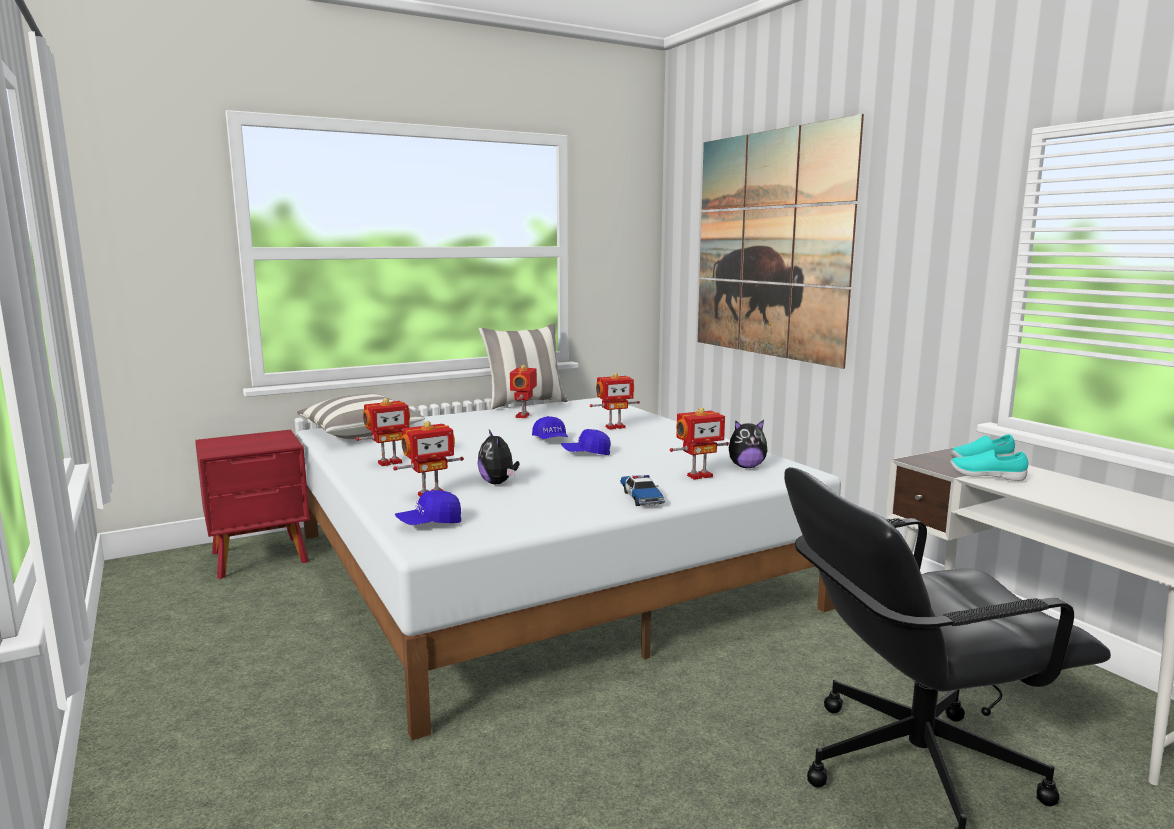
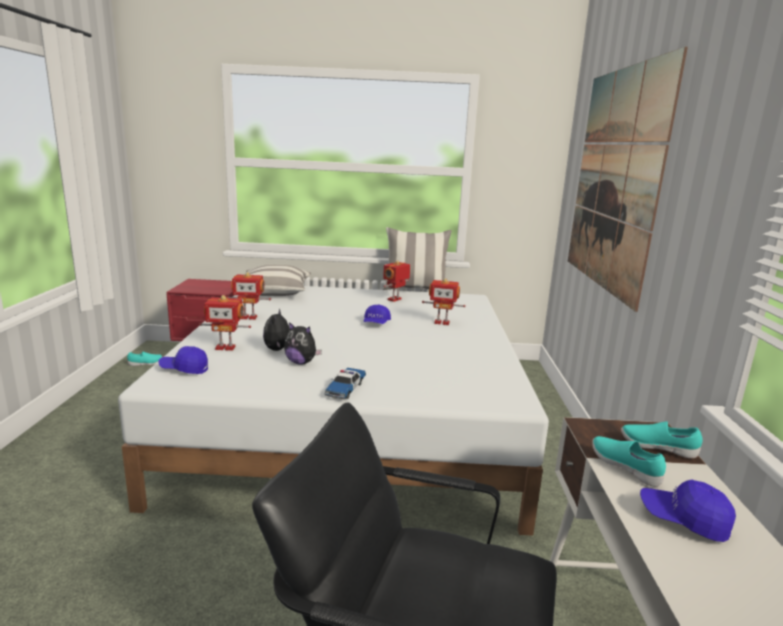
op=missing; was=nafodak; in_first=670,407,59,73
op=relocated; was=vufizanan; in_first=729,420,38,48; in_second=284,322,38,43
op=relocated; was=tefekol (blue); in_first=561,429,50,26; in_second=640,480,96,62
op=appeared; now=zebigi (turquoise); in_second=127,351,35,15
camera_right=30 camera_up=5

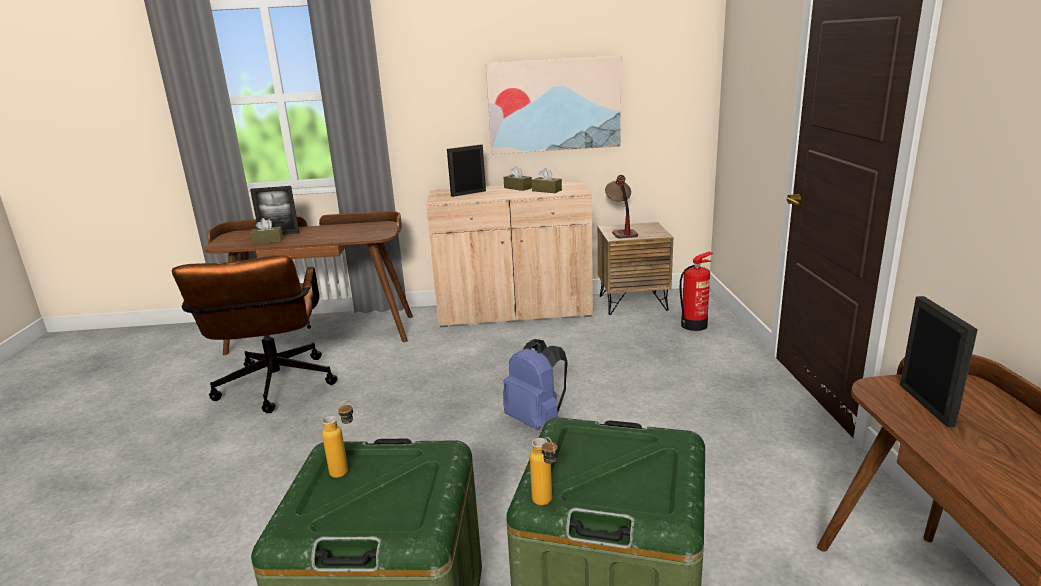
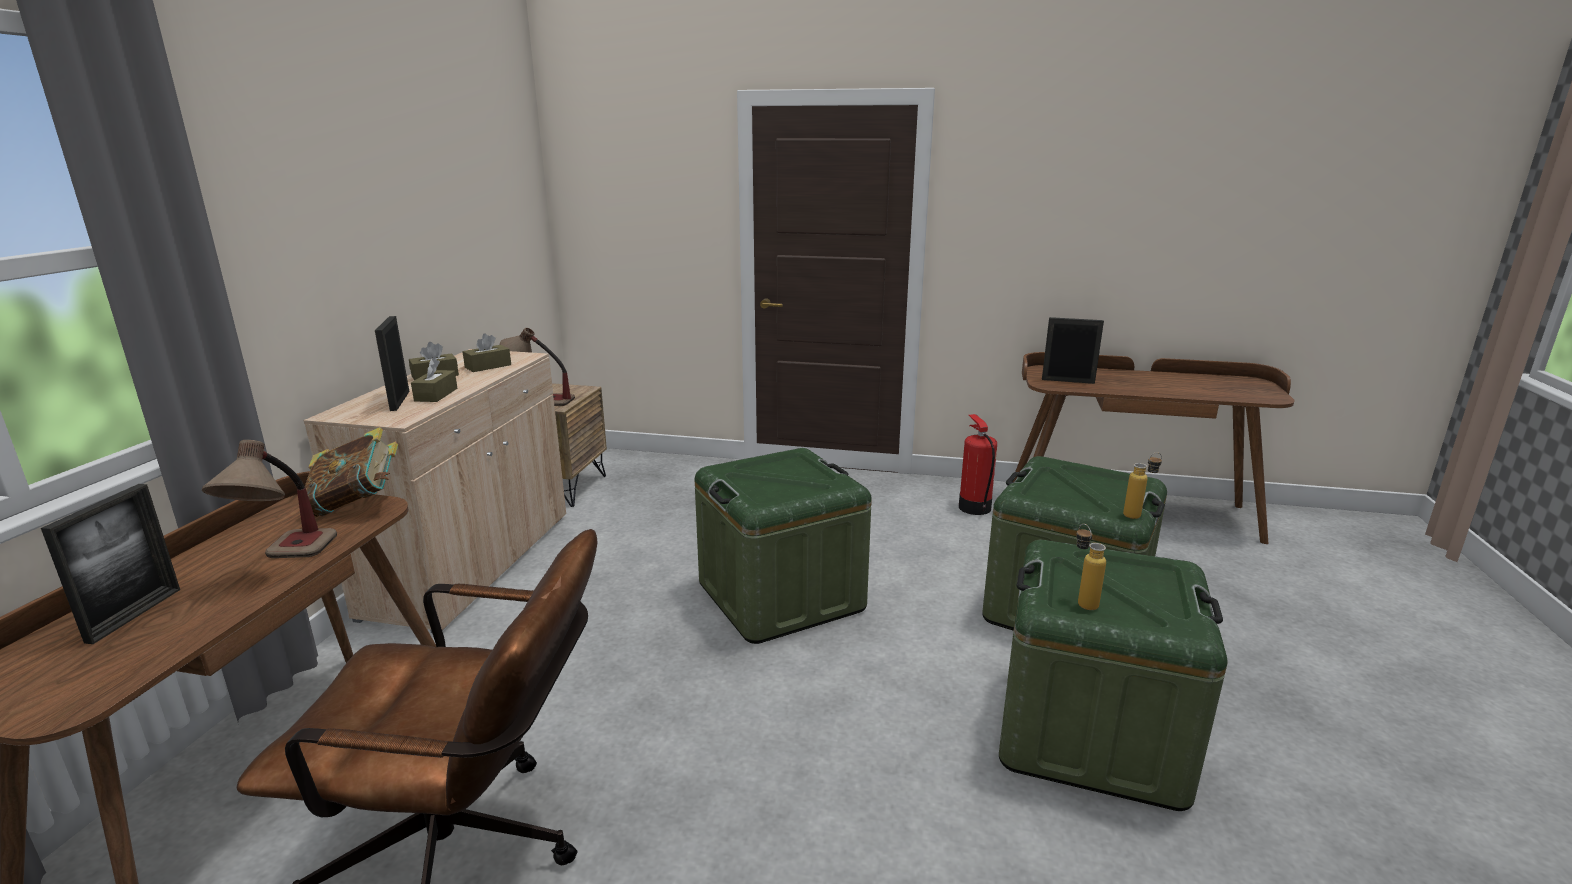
op=missing; was=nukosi; in_first=486,56,135,98
op=relocated; was=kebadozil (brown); in_first=249,218,34,27; in_second=411,358,46,44
op=relocated; was=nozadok; in_first=680,252,33,79; in_second=959,414,38,101
op=exchanged; was=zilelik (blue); now=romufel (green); in_first=503,339,65,91; in_second=695,448,177,196
op=appeared; now=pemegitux; in_second=305,427,93,90
op=appeared; now=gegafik; in_second=202,440,135,118
camera_right=-75 camera_up=0

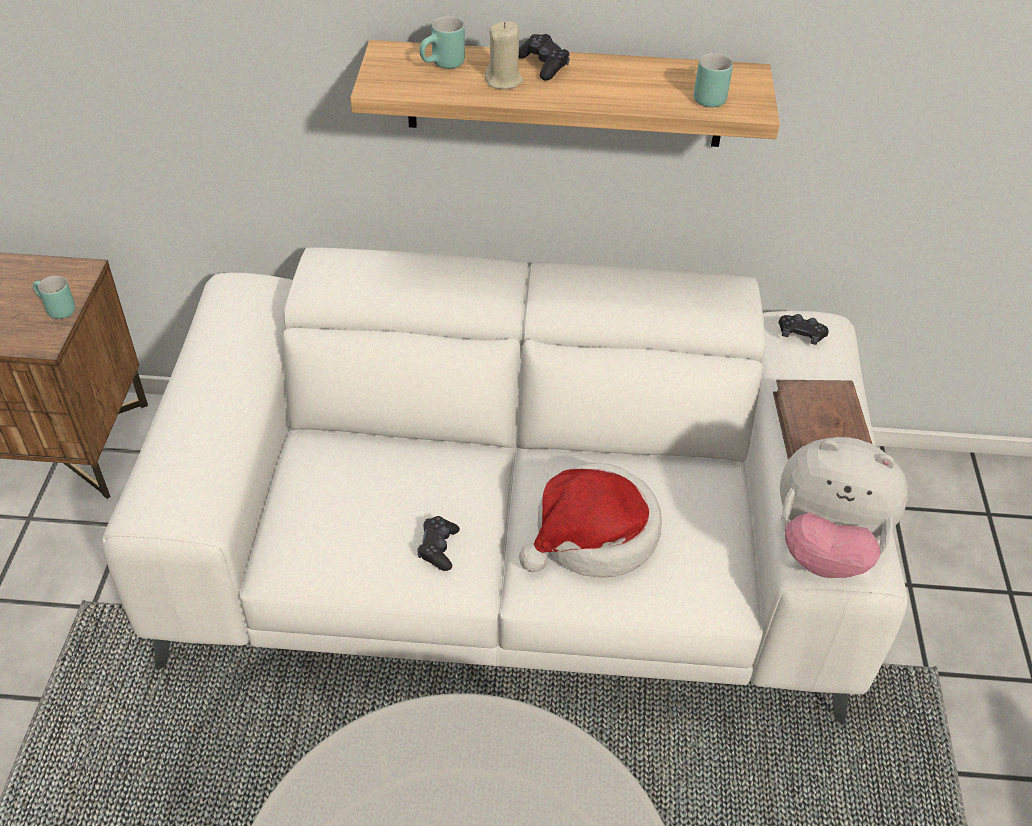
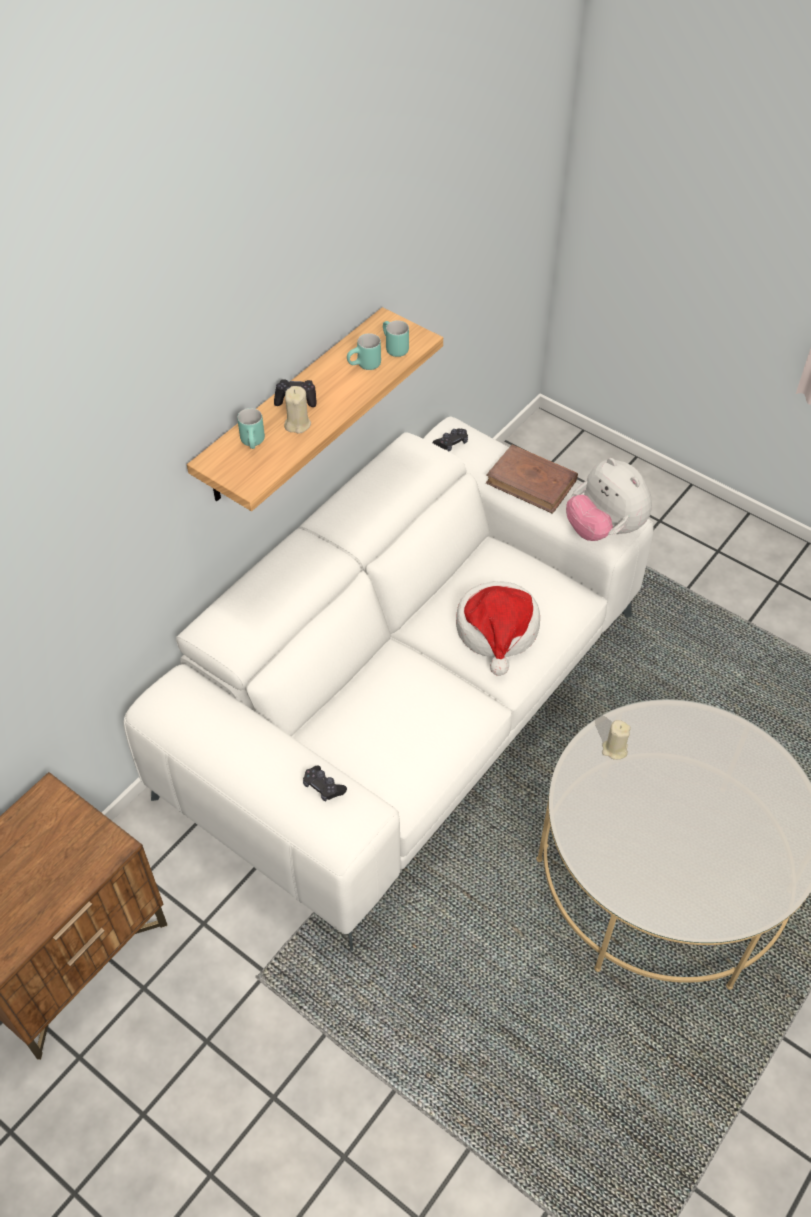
op=relocated; was=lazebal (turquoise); in_first=33,276,43,43; in_second=347,333,34,37
op=spun; was=vufizanan; in_first=780,437,128,141; in_second=566,458,86,83; clockwise=90
op=relocated; was=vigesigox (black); in_first=417,516,43,55; in_second=303,765,44,37
op=appeared; now=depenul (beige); in_second=602,720,29,40
camera_right=-55 camera_up=5

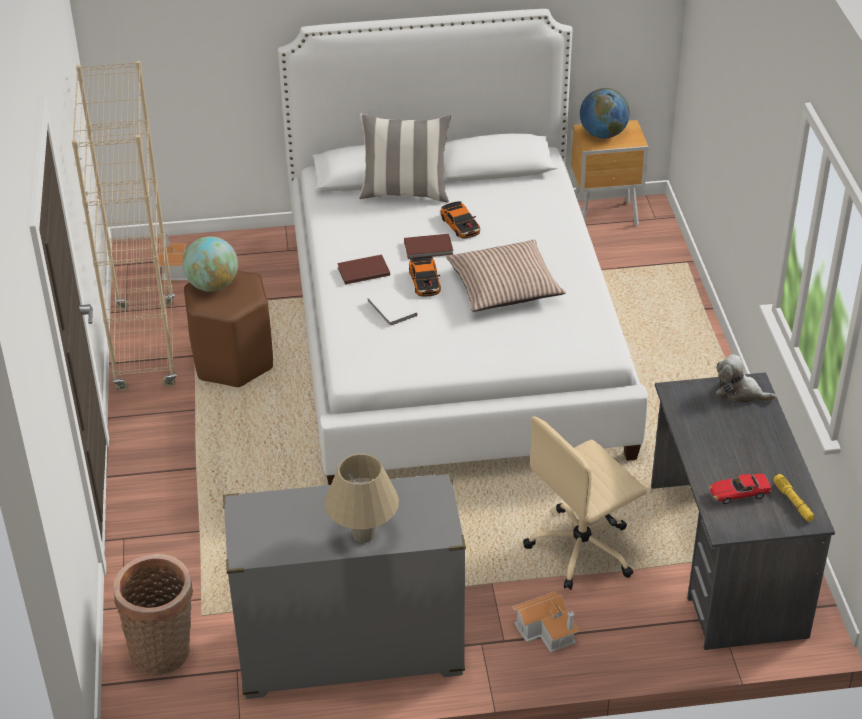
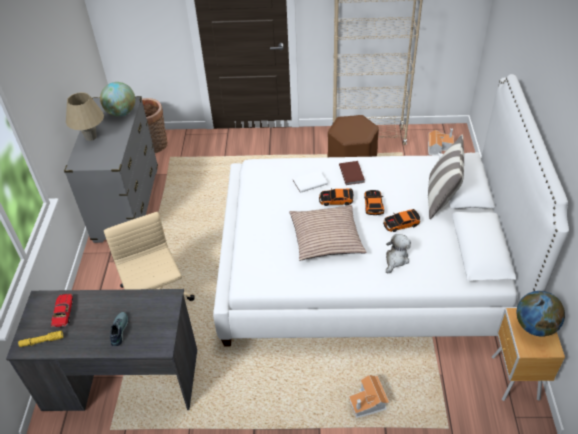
op=exchanged; was=pemegitux (brown); now=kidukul; in_first=404,234,49,25; in_second=364,190,20,25
op=relocated; was=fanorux; in_first=183,236,55,56; in_second=100,82,35,35
op=relocated; was=vufizanan; in_first=716,354,60,49; in_second=386,234,25,40
op=relocated; was=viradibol; in_first=512,591,68,62; in_second=349,375,41,43
op=appeared; now=zebigi; in_second=110,312,18,34
camera_right=100 camera_up=5

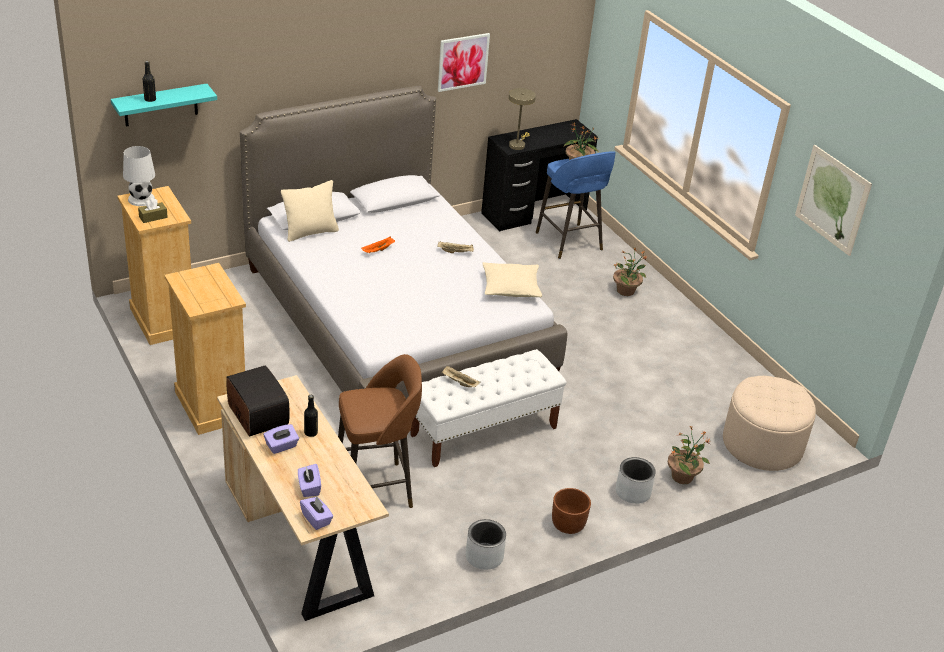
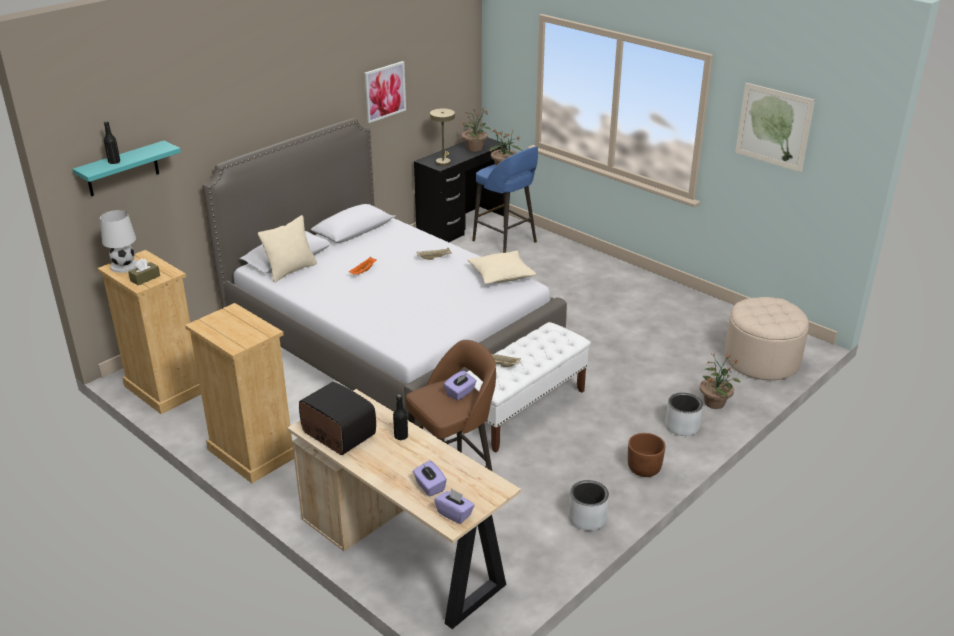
op=relocated; was=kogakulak; in_first=613,247,34,49; in_second=462,108,29,44
op=relocated; was=kebadozil (purple); in_first=264,424,35,30; in_second=444,371,33,30
camera_right=-15 camera_up=-5

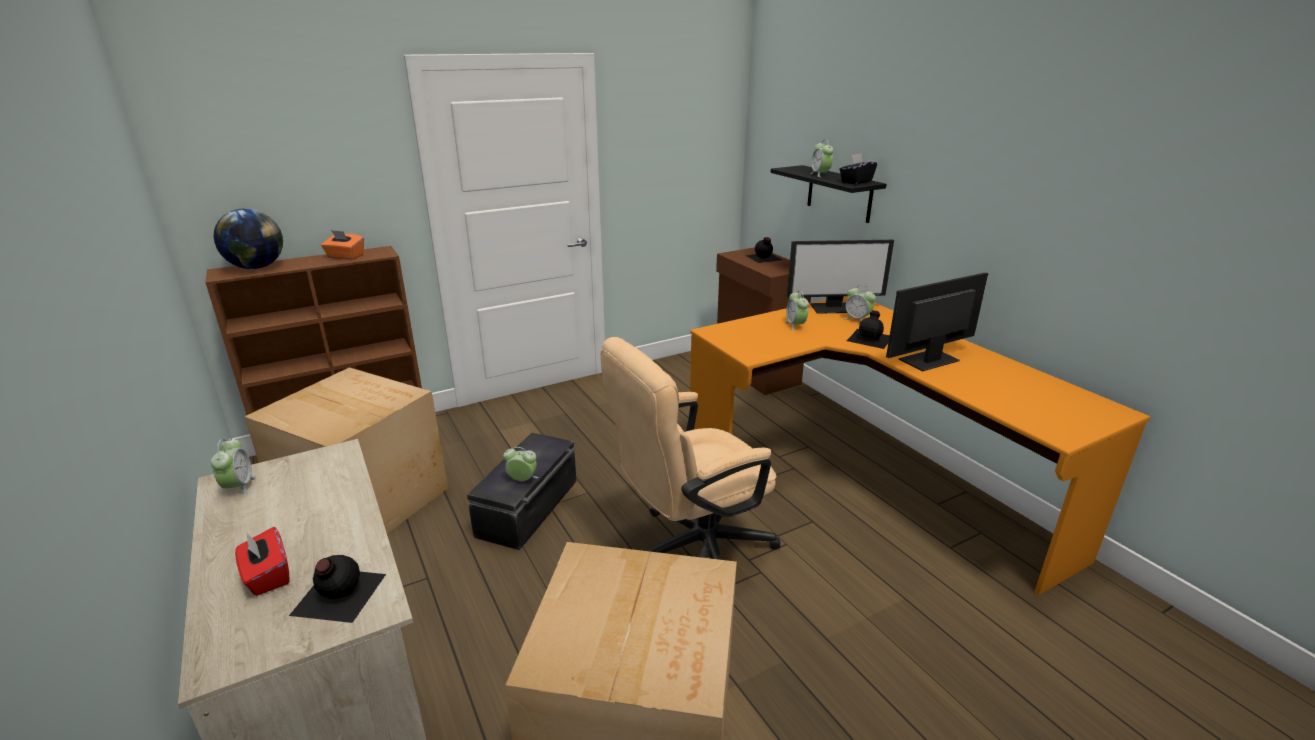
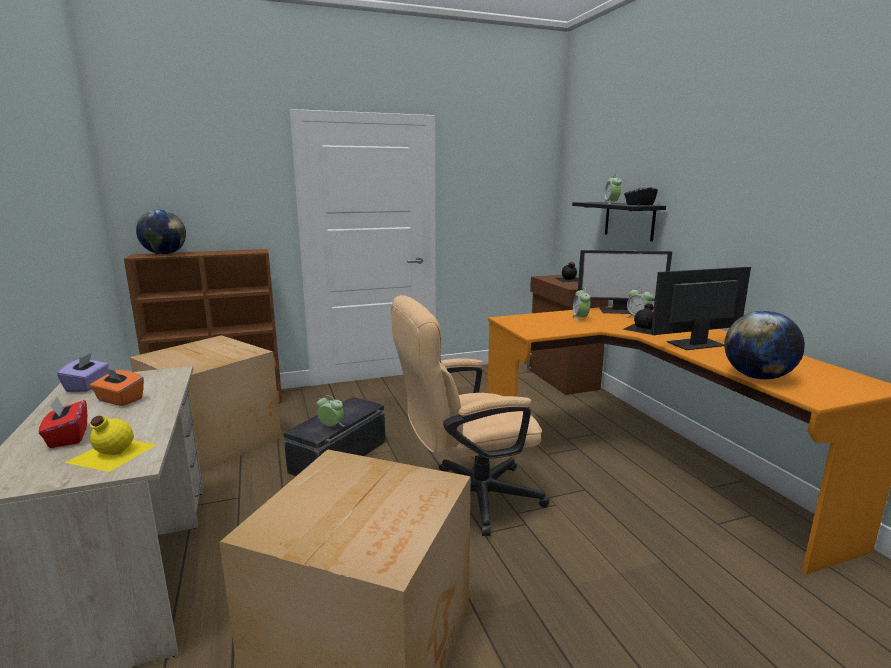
op=relocated; was=kebadozil (orange); in_first=321,230,43,30; in_second=90,368,54,38
op=exchanged; was=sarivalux; now=kebadozil (purple); in_first=211,439,45,58; in_second=57,353,52,39
op=colour; was=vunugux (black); now=vunugux (yellow); in_first=289,555,97,68; in_second=65,416,91,56
op=appeared; now=fanorux; in_second=724,311,81,69
camera_right=10 camera_up=-10

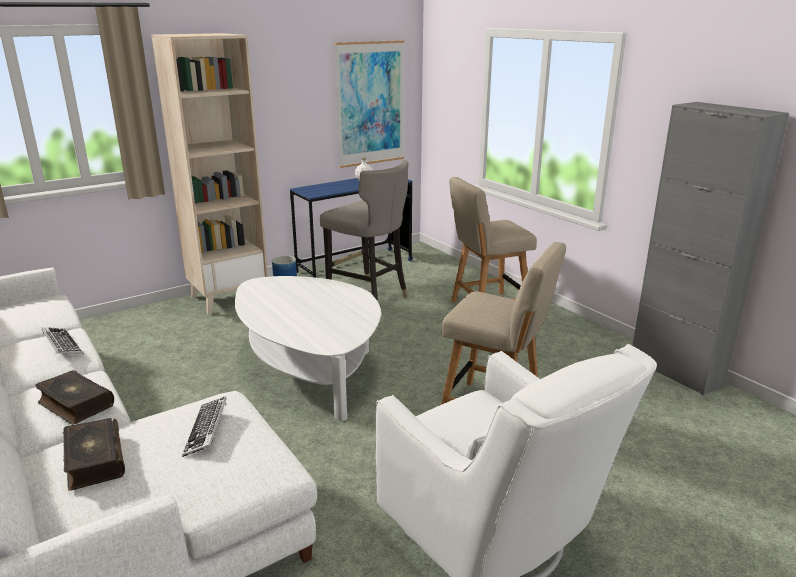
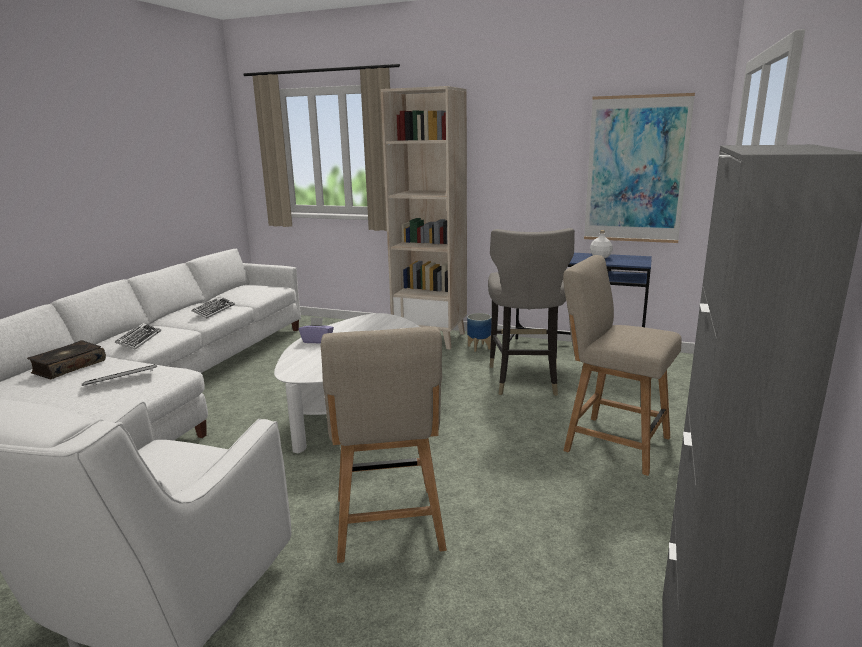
op=exchanged; was=pemegitux; now=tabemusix; in_first=35,370,79,55; in_second=115,323,46,27
op=appeared; now=kebadozil (purple); in_second=299,317,35,27
camera_right=55 camera_up=-5

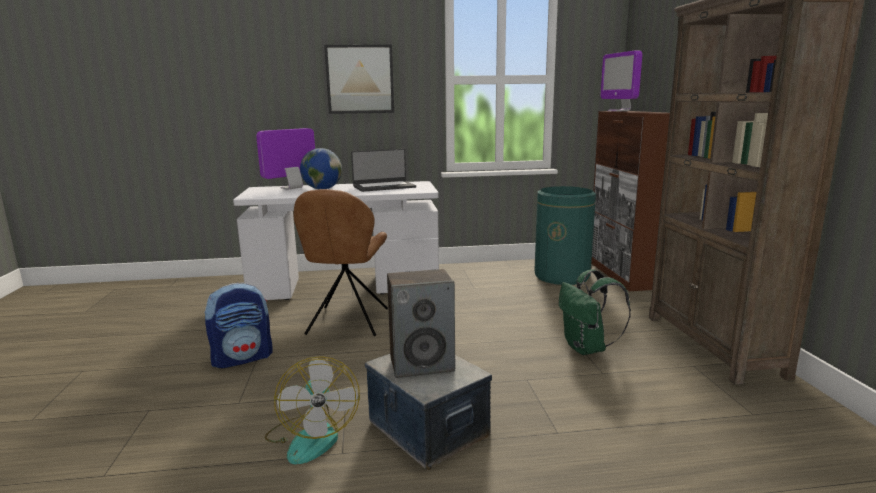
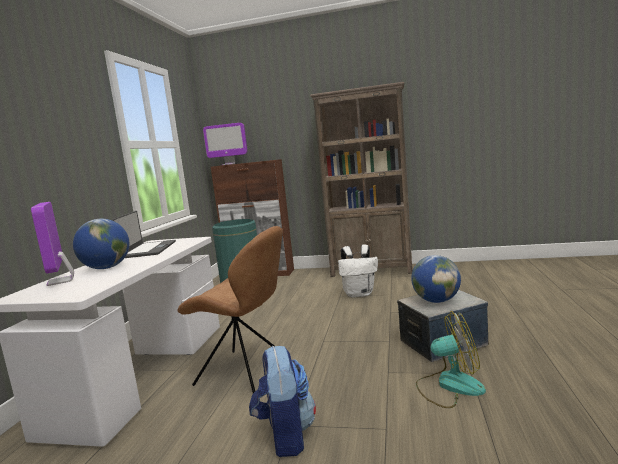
op=missing; was=nukosi; in_first=324,45,70,69
op=exchanged; was=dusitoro; now=fanorux; in_first=387,269,68,109; in_second=411,255,50,48
op=colour; was=zilelik (green); now=zilelik (white); in_first=559,269,72,86; in_second=338,244,40,54
camera_right=-70 camera_up=-5

